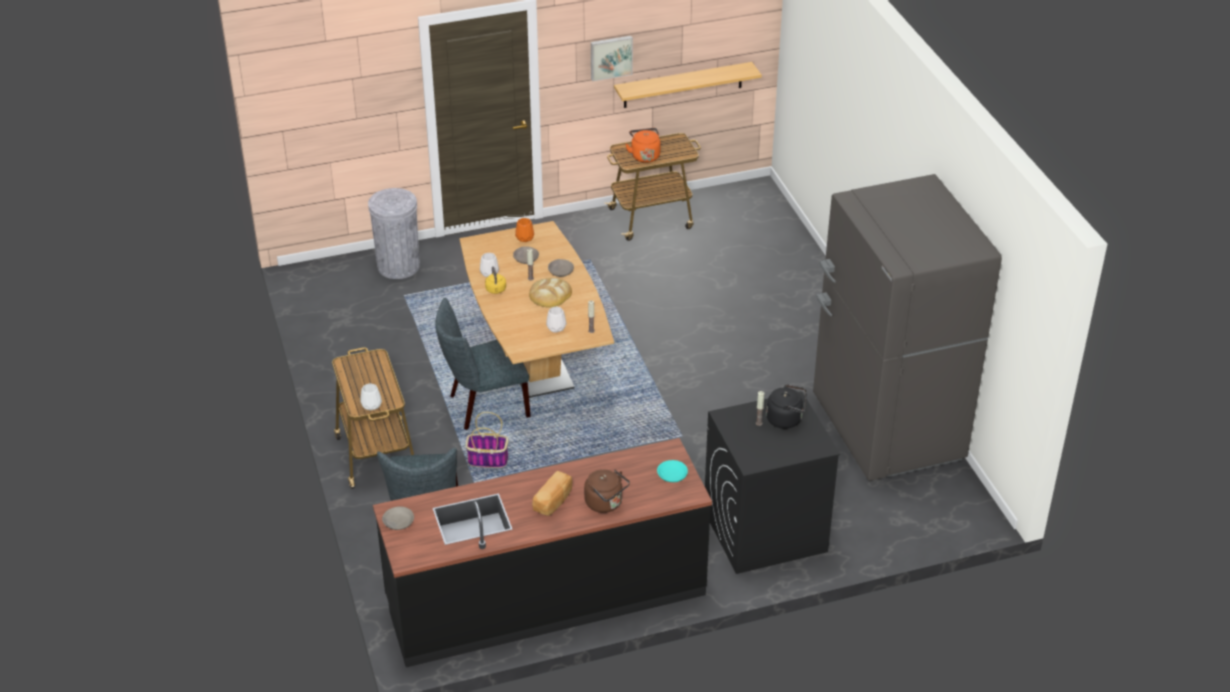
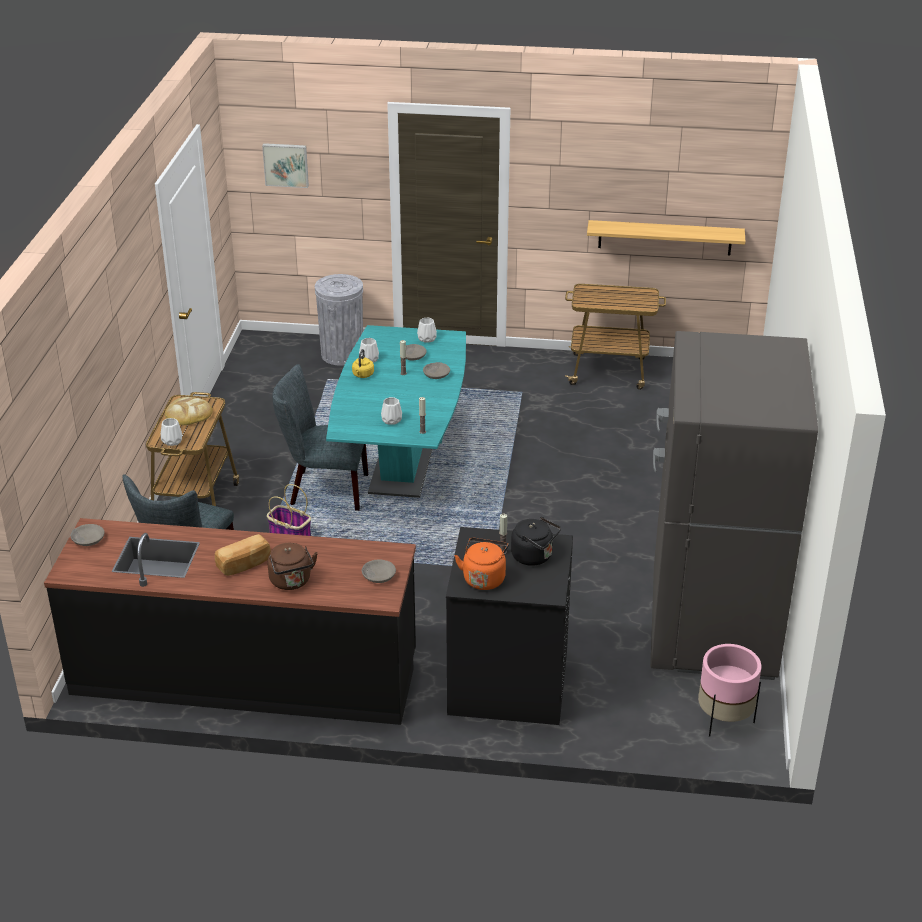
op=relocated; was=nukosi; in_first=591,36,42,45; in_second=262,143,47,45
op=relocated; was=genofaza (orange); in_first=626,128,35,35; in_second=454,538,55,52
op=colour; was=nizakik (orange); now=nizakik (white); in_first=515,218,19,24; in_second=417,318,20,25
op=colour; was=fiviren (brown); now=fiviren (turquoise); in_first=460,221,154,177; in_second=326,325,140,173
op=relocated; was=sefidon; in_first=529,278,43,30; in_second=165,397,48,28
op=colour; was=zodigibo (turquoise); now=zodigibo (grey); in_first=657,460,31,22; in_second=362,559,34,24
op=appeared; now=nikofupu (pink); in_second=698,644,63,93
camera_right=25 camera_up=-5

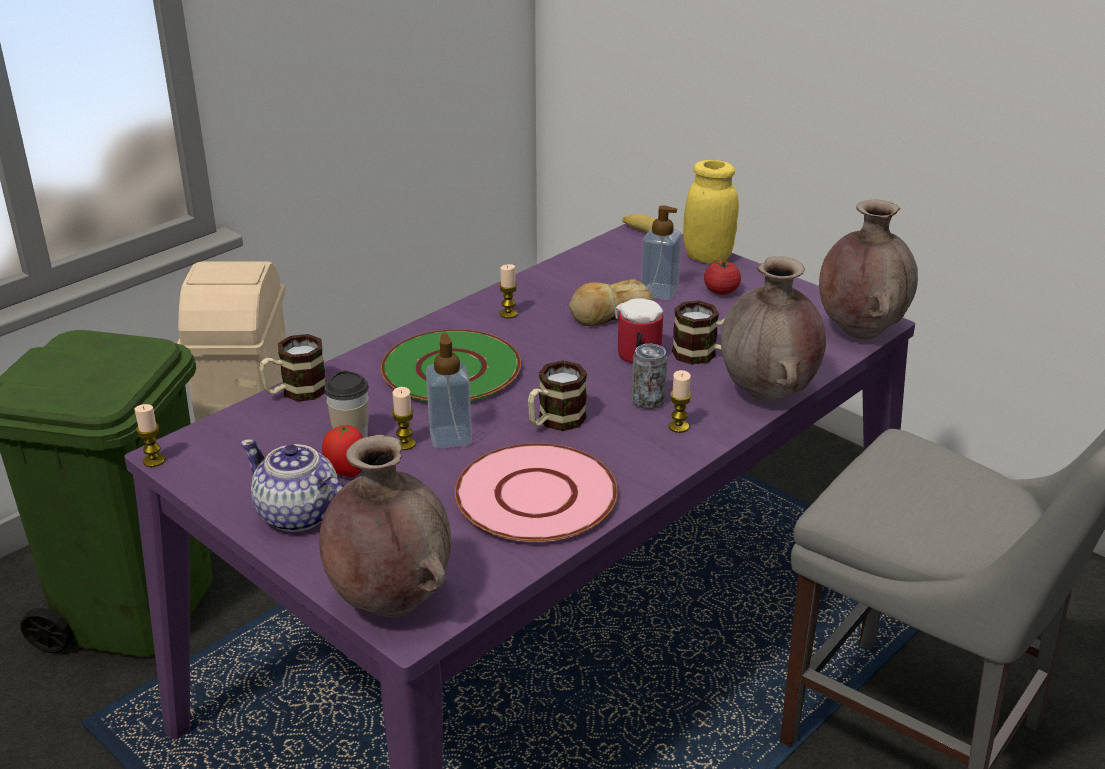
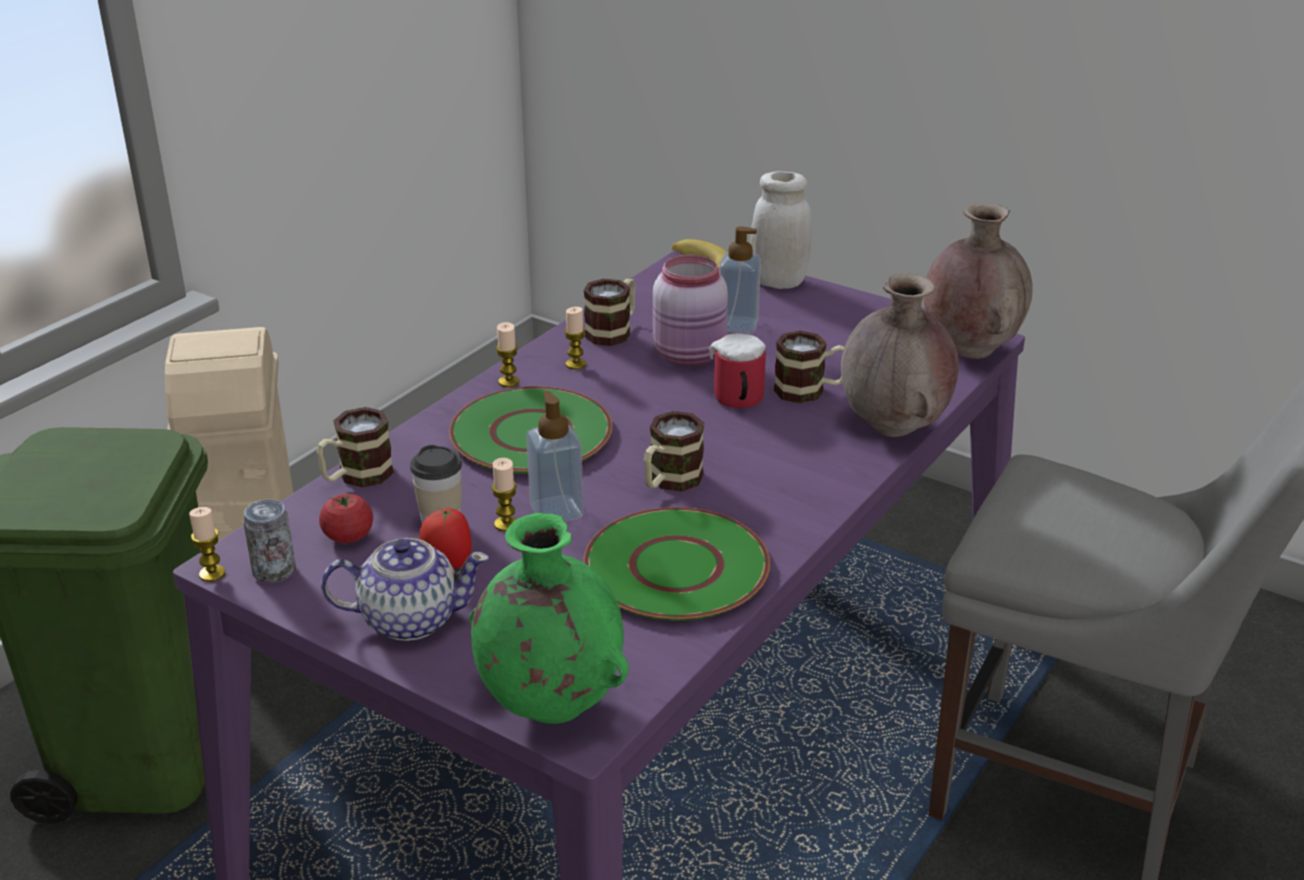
op=colour; was=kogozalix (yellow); now=kogozalix (white); in_first=683,160,56,104; in_second=750,171,62,118
op=relocated; was=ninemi; in_first=704,261,37,34; in_second=319,494,54,49
op=exchanged; was=sefidon; now=kogozalix (pink); in_first=569,279,84,47; in_second=653,255,75,111
op=relocated; was=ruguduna; in_first=632,344,36,65; in_second=243,499,53,84
op=relocated; was=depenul; in_first=669,370,22,63; in_second=496,322,23,65
op=colour; was=nizakik (brown); now=nizakik (green); in_first=319,435,132,182; in_second=469,513,160,211
op=spun; was=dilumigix; in_first=241,439,102,93; in_second=321,538,168,103; clockwise=150
op=colour; was=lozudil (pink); now=lozudil (green); in_first=455,443,163,99; in_second=583,507,187,114
op=appeared; now=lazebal; in_second=583,279,53,67
camera_right=-10 camera_up=0

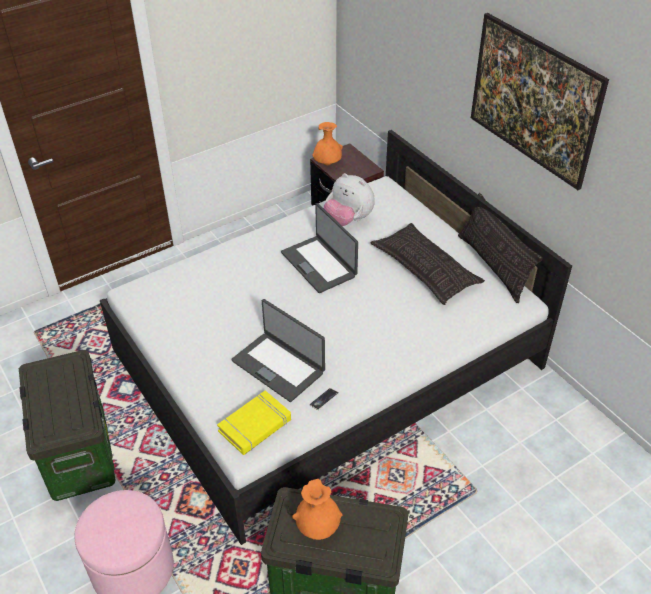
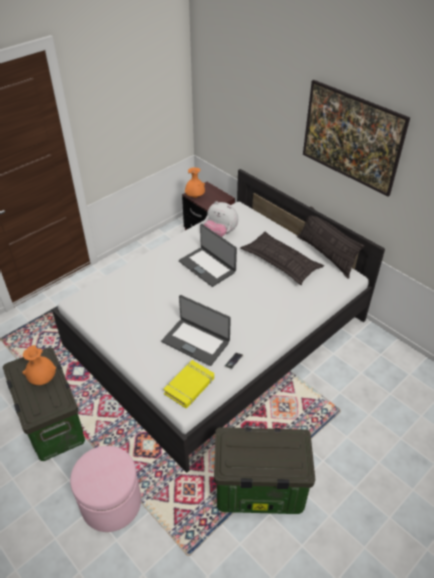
op=relocated; was=nizakik (orange); in_first=292,479,51,61; in_second=22,345,34,40
camera_right=-10 camera_up=0

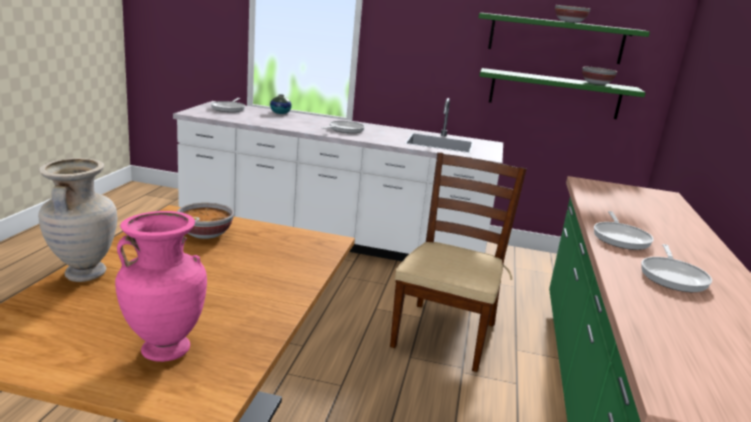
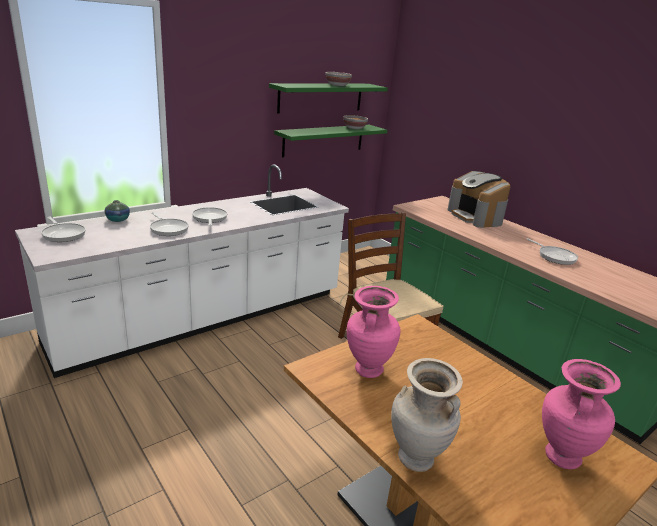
op=exchanged; was=zodigibo; now=nizakik (pink); in_first=177,202,57,37; in_second=347,286,53,92
op=relocated; was=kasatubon; in_first=594,211,60,39; in_second=150,212,39,24
op=appeared; now=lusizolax; in_second=447,171,63,57
camera_right=-50 camera_up=5

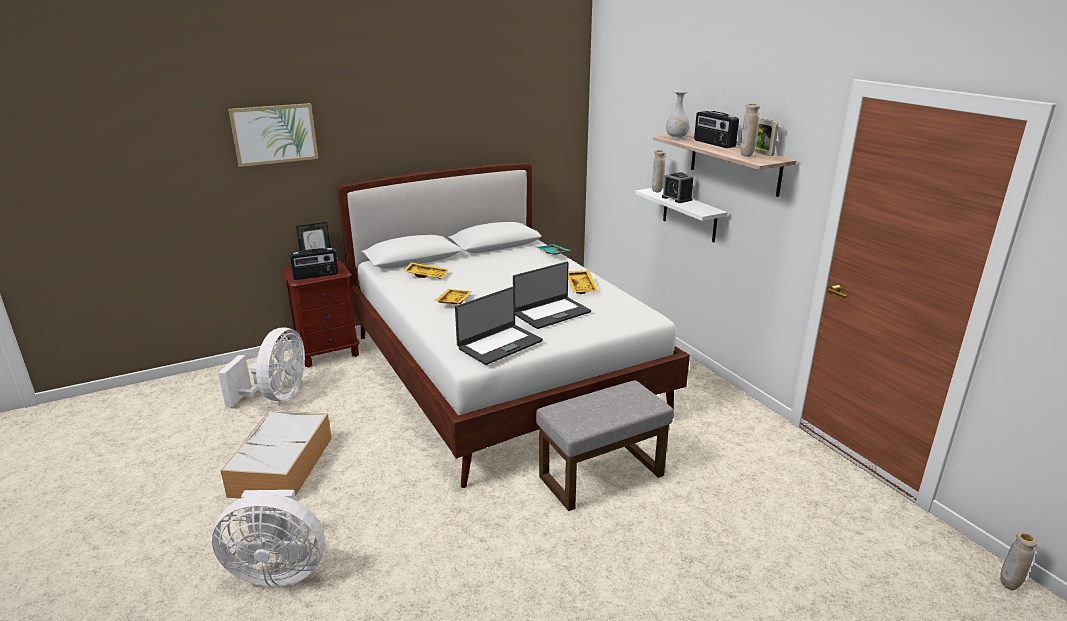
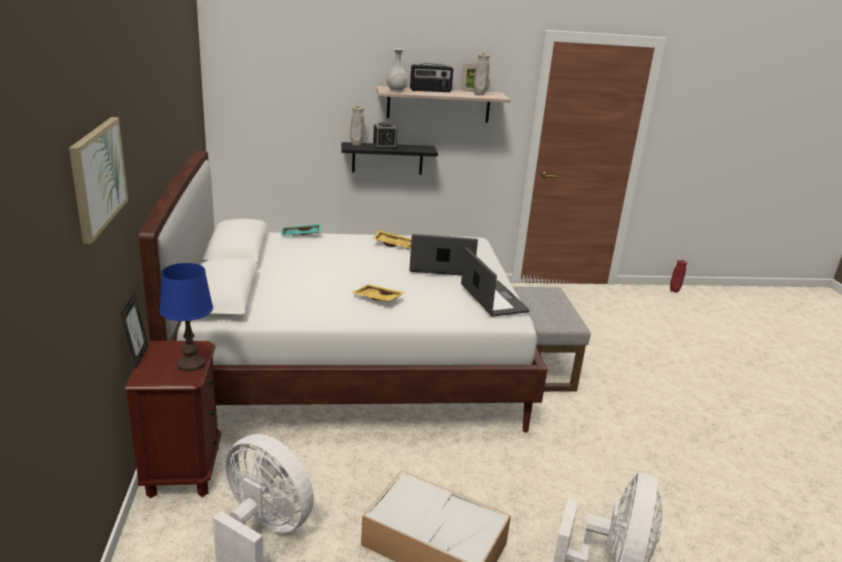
op=colour; was=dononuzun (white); now=dononuzun (black); in_first=635,188,93,54; in_second=341,142,97,33
op=exchanged; was=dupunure; now=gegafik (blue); in_first=290,248,49,32; in_second=159,263,54,108
op=missing; was=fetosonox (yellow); in_first=403,262,46,17
op=spun; was=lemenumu; in_first=513,262,78,67; in_second=409,234,69,42; clockwise=-75
op=colour; was=nizakik (beige); now=nizakik (red); in_first=1000,532,38,58; in_second=670,260,17,32
camera_right=-70 camera_up=0

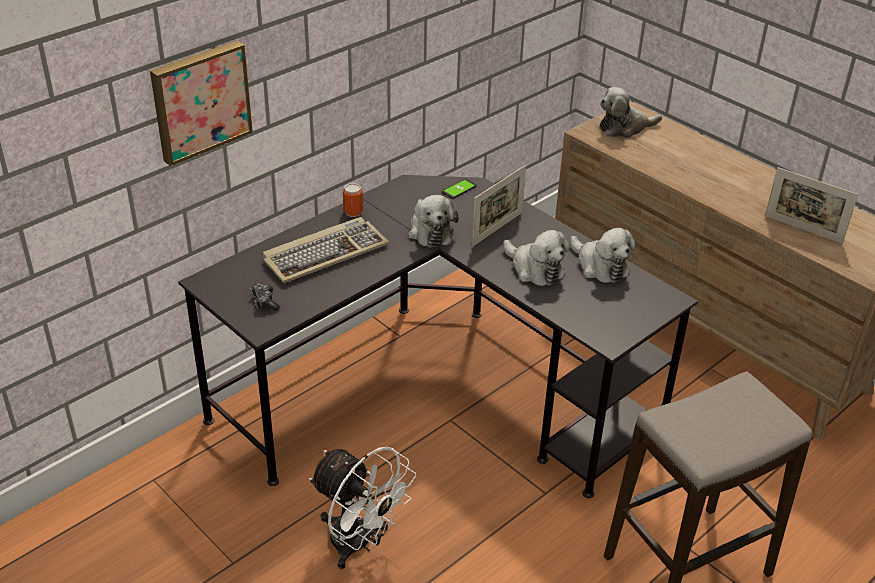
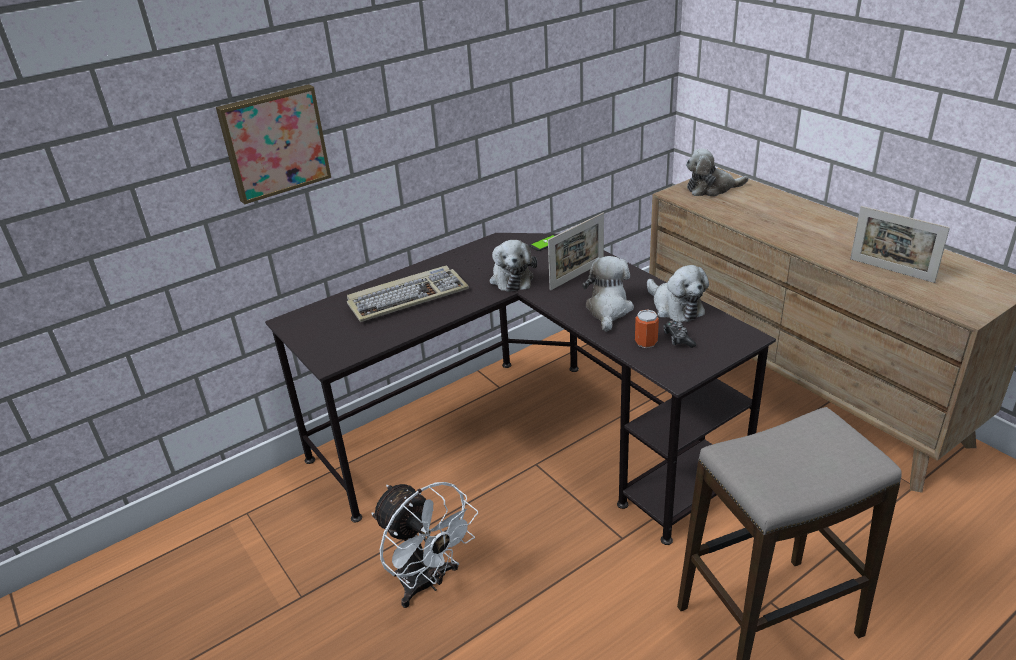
op=relocated; was=ruguduna; in_first=343,183,20,34; in_second=635,309,24,39
op=spun; was=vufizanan; in_first=503,230,66,56; in_second=582,256,52,76; clockwise=-135
op=relocated; was=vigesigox; in_first=250,283,30,28; in_second=664,320,32,28
camera_right=10 camera_up=-5

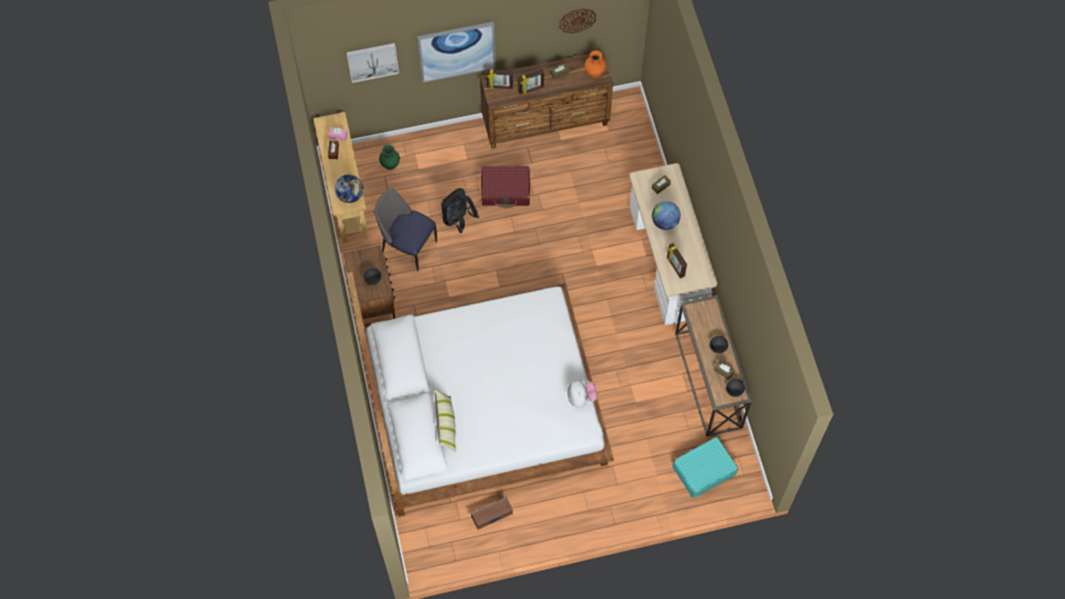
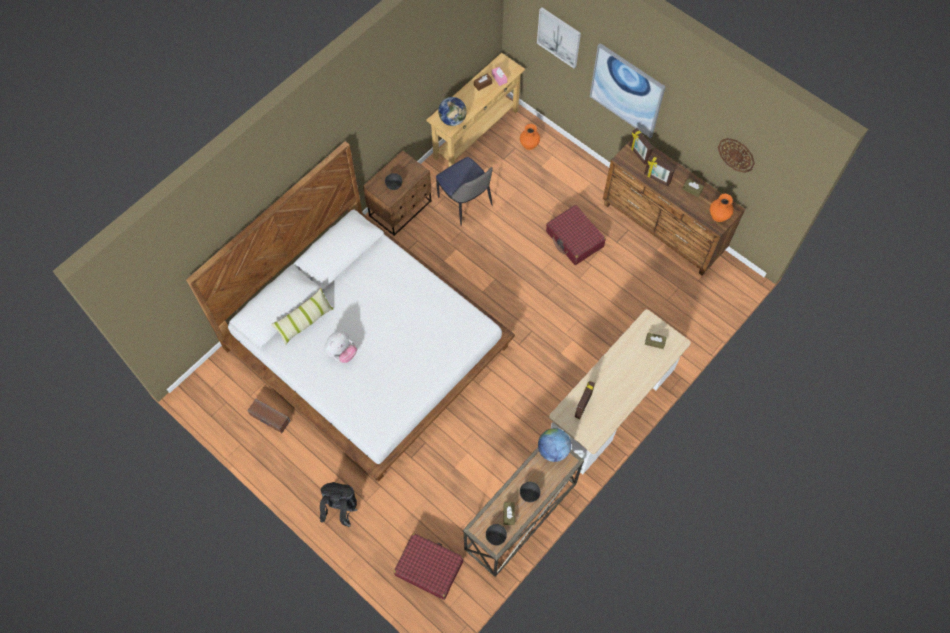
op=colour; was=nizakik (green); now=nizakik (orange); in_first=379,145,21,25; in_second=520,124,20,26
op=spun; was=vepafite; in_first=374,188,63,83; in_second=436,157,57,69; clockwise=150
op=relocated; was=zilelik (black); in_first=442,188,37,45; in_second=320,482,37,45
op=relocated; was=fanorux; in_first=652,201,29,29; in_second=538,428,33,34
op=relocated; was=vufizanan; in_first=567,379,30,29; in_second=324,331,33,32
op=colour; was=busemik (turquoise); now=busemik (red); in_first=672,437,66,61; in_second=394,533,70,67
camera_right=55 camera_up=0

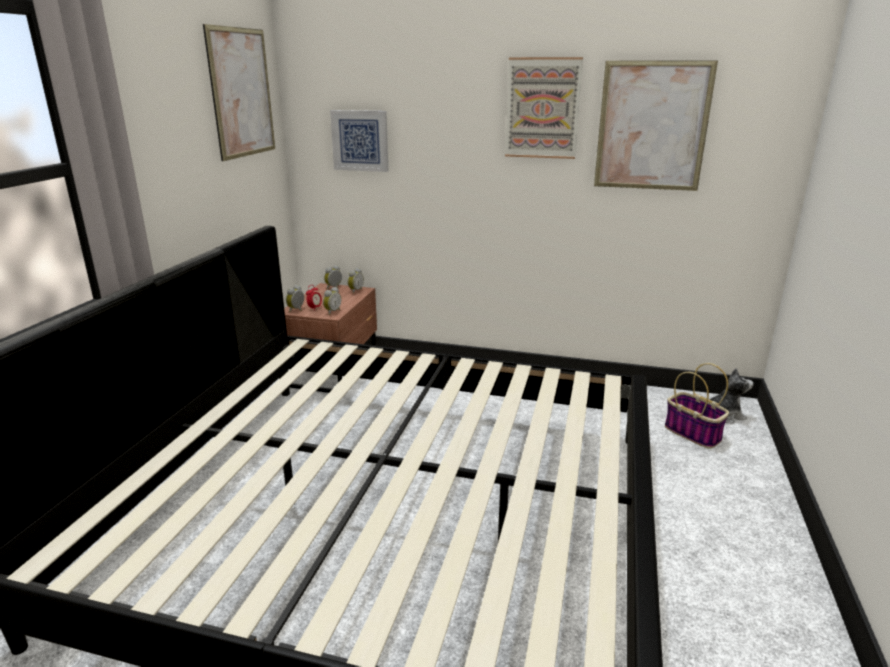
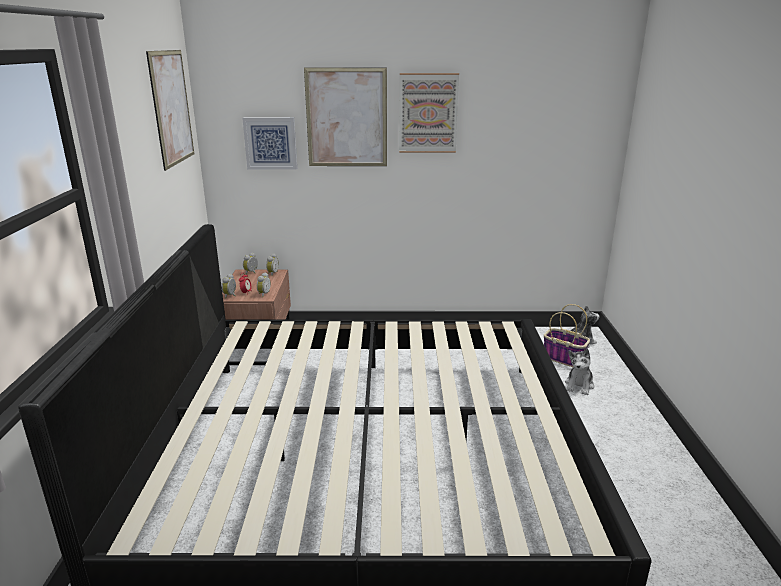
op=relocated; was=nukosi; in_first=594,60,124,131; in_second=304,68,83,98
op=appeared; now=vufizanan; in_second=565,349,29,46
camera_right=-15 camera_up=0

